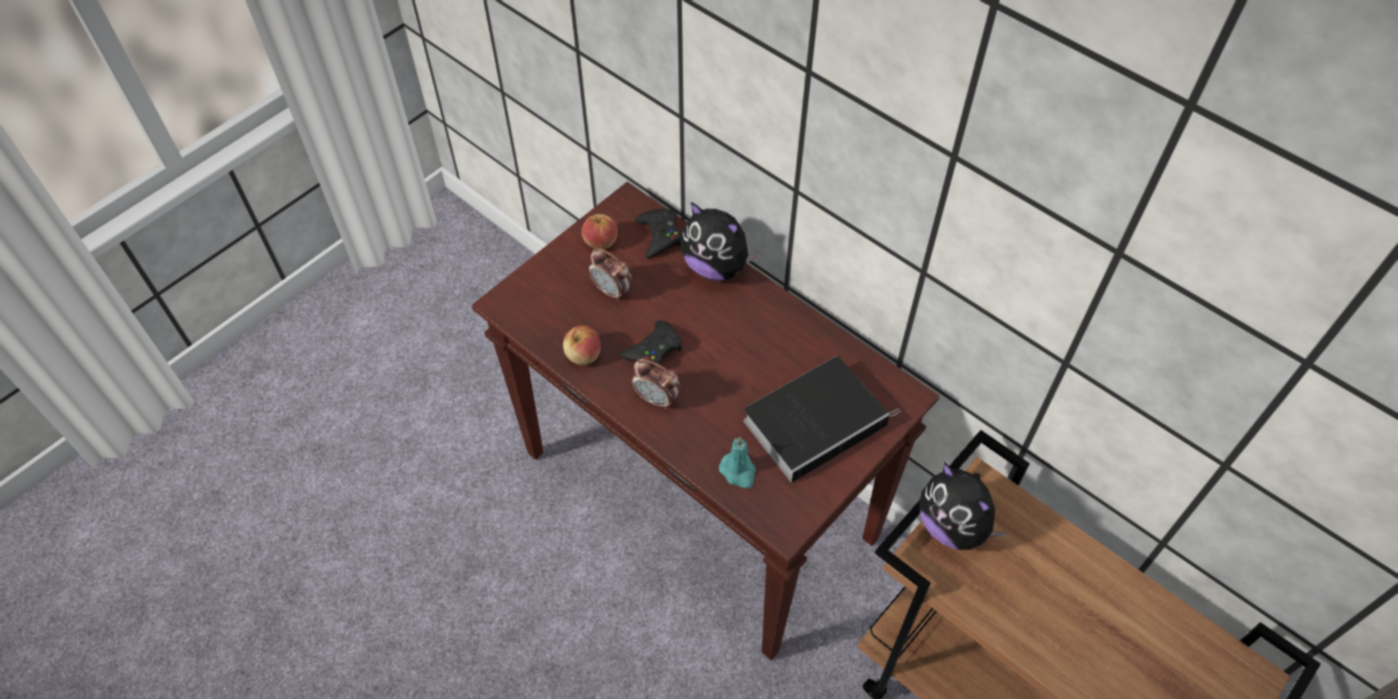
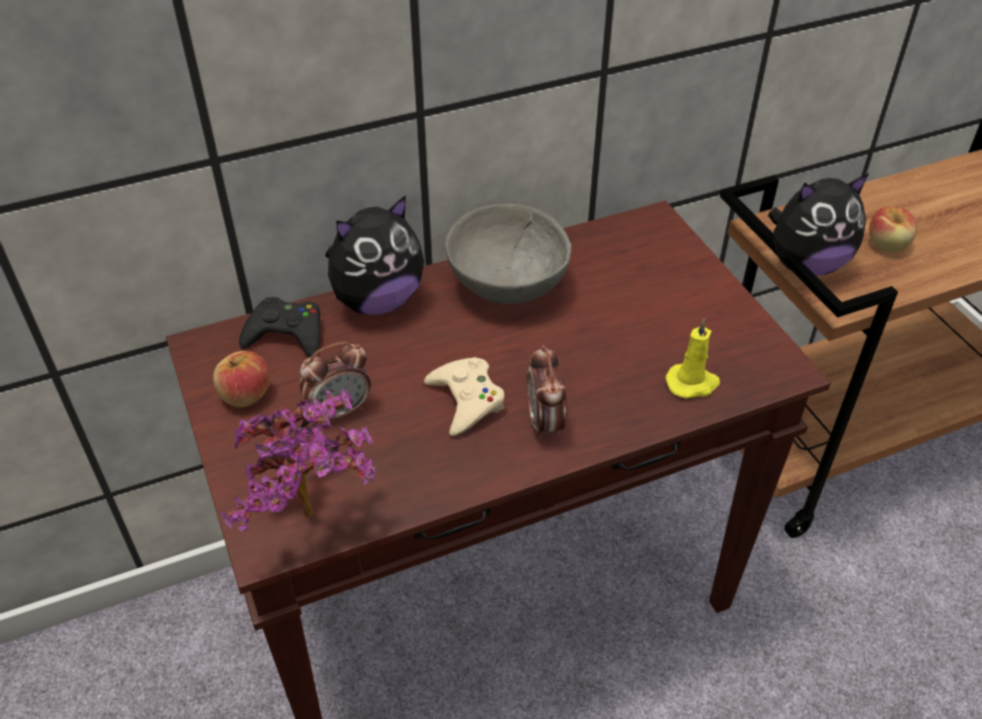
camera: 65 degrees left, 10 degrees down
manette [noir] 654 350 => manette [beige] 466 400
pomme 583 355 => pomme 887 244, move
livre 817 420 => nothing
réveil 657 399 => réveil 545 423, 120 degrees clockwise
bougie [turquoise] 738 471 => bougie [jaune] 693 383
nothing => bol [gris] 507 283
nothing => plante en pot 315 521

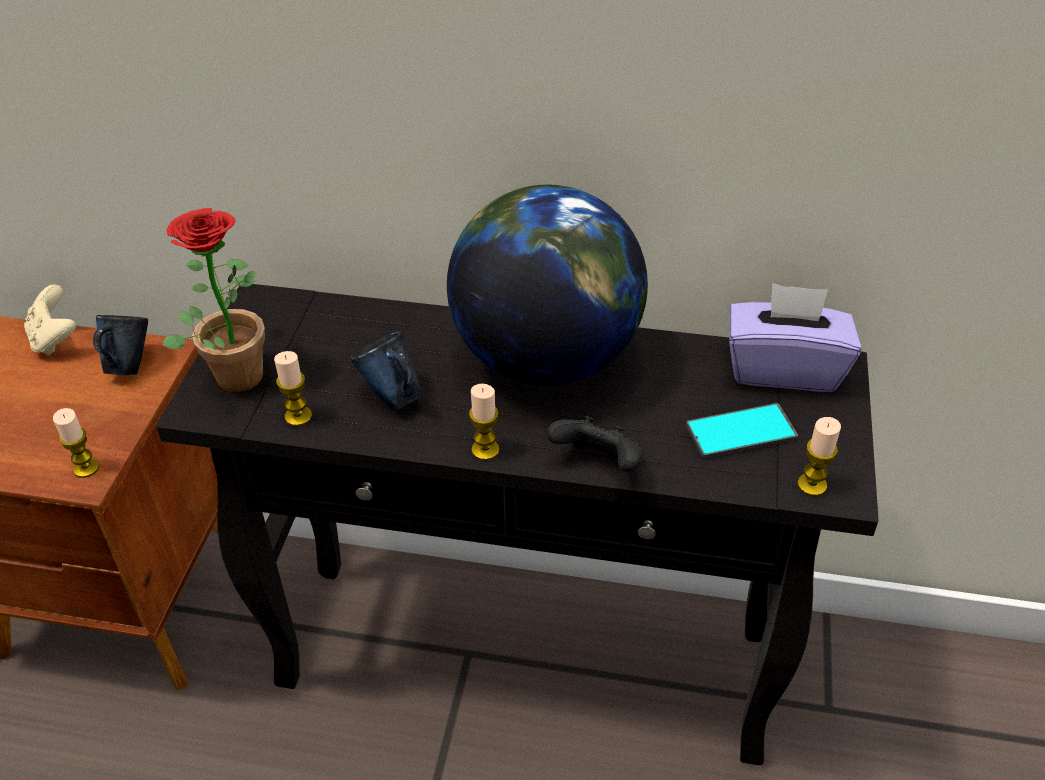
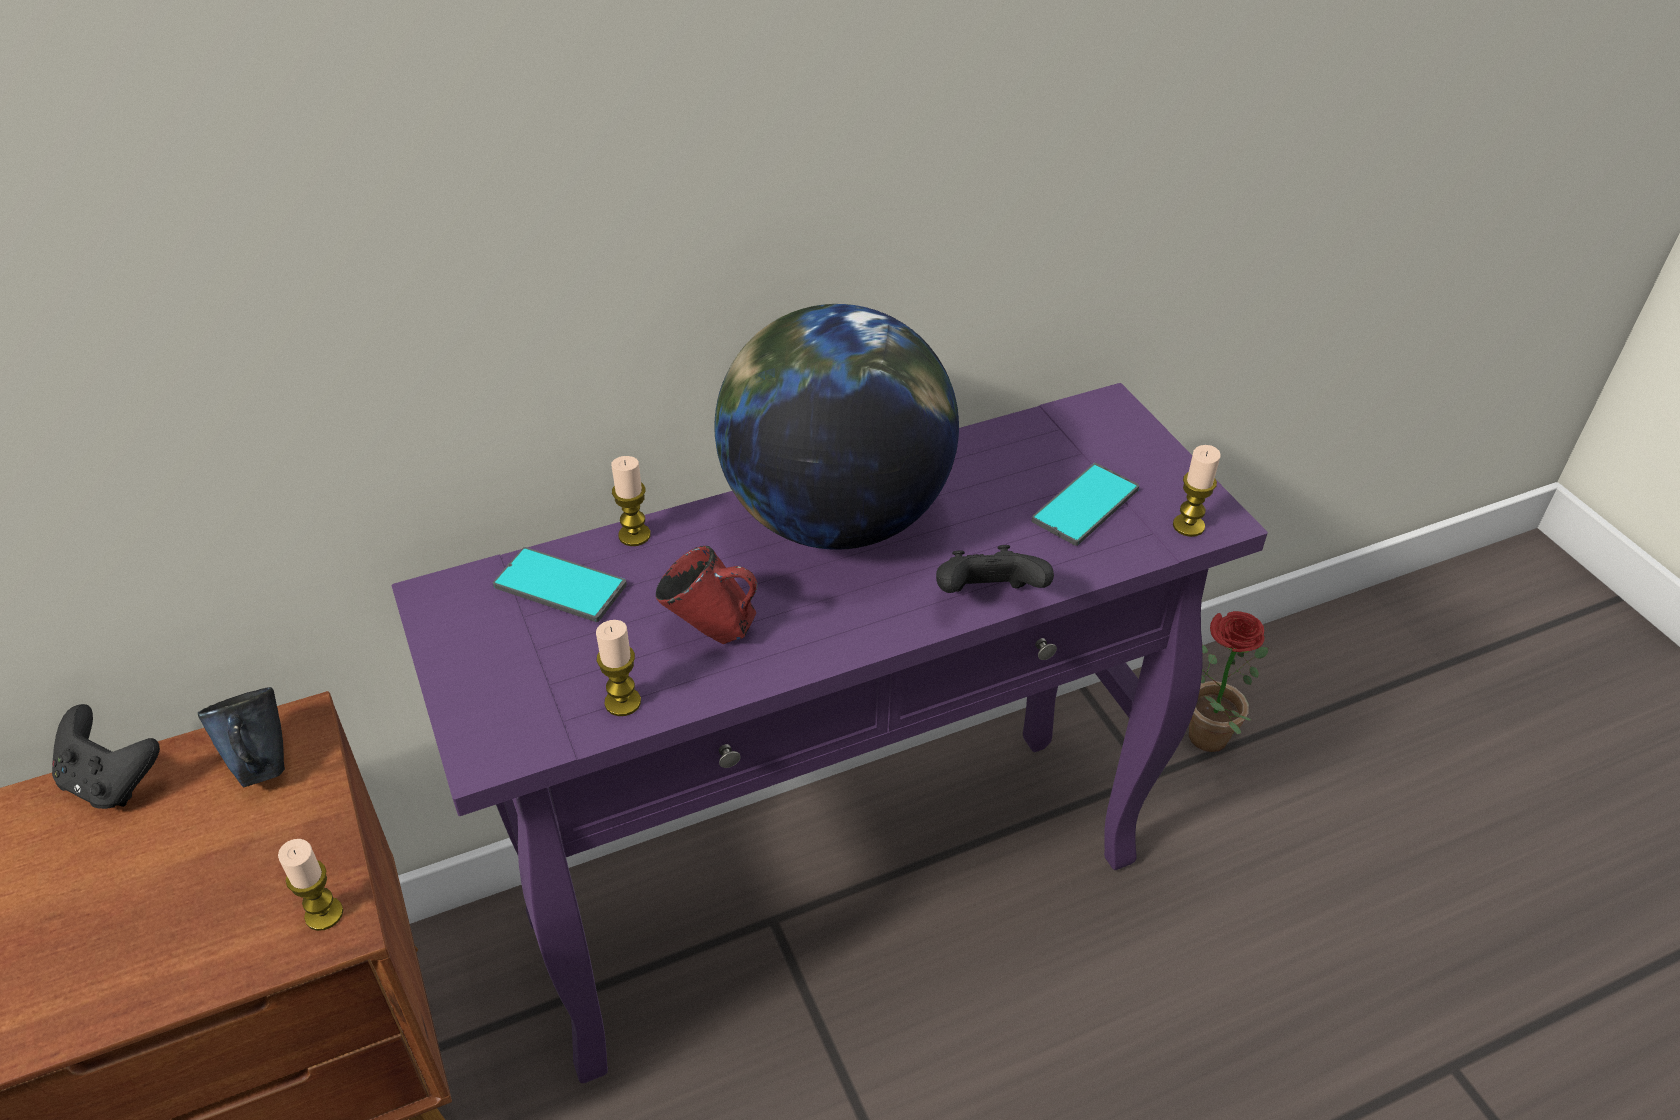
camera: 35 degrees left, 0 degrees up
plante en pot 235 370 => plante en pot 1198 734, move
boîte à mouchoirs [violet] 783 368 => nothing
manette [beige] 55 339 => manette [noir] 113 782
table console [noir] 530 657 => table console [violet] 840 887
mug [bleu] 392 398 => mug [rouge] 711 632
bougie 485 450 => bougie 634 535, move
nothing => téléphone 560 585

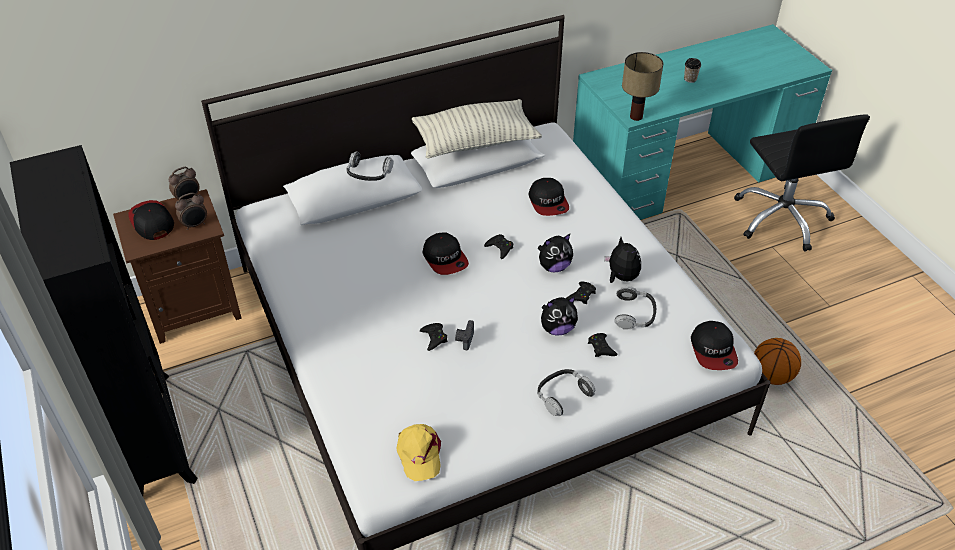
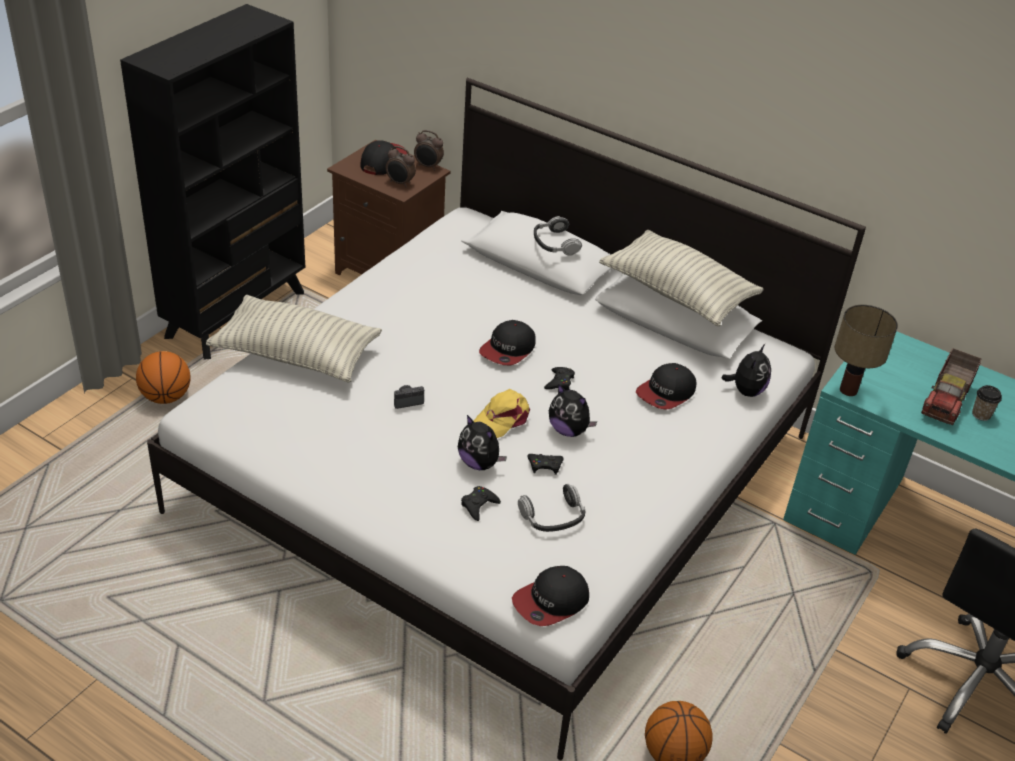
camera: 55 degrees right, 5 degrees down
peluche 621 277 => peluche 746 391, move
manette [noir] 434 338 => nothing
casque audio 563 395 => nothing
casquette [jaune] 419 454 => casquette [jaune] 502 418, move
nothing => coussin 296 355
nothing => camion jouet 947 400
nothing => ballon de basket 166 397

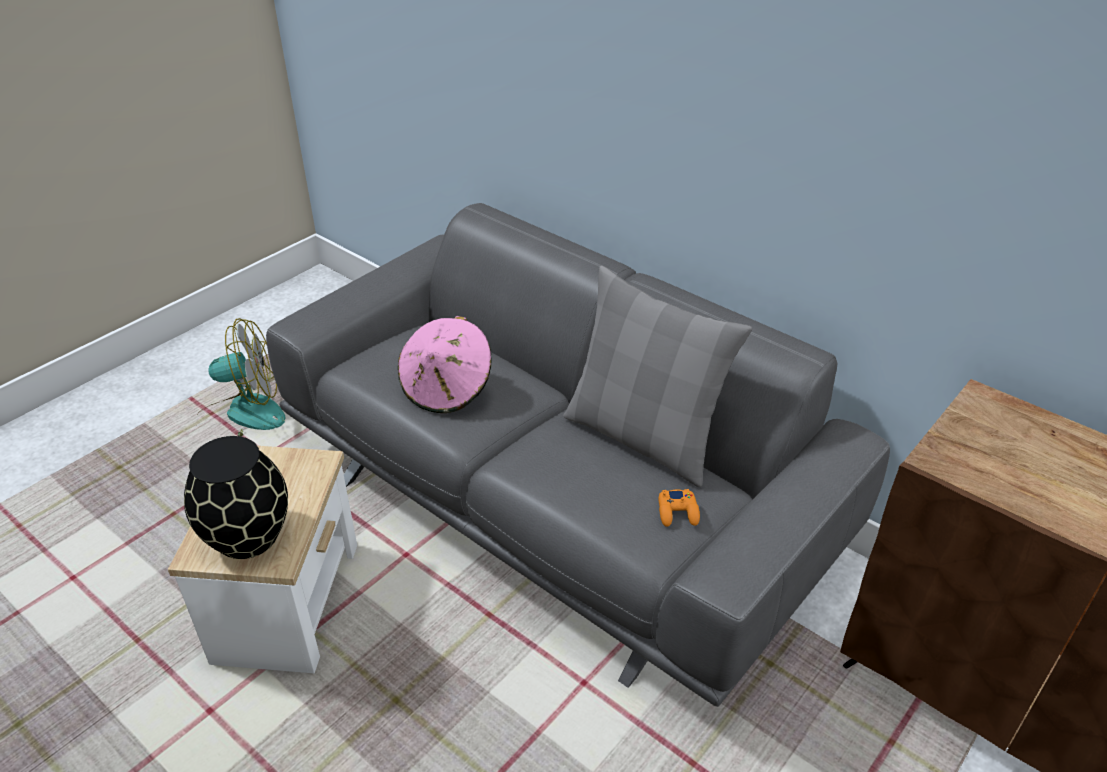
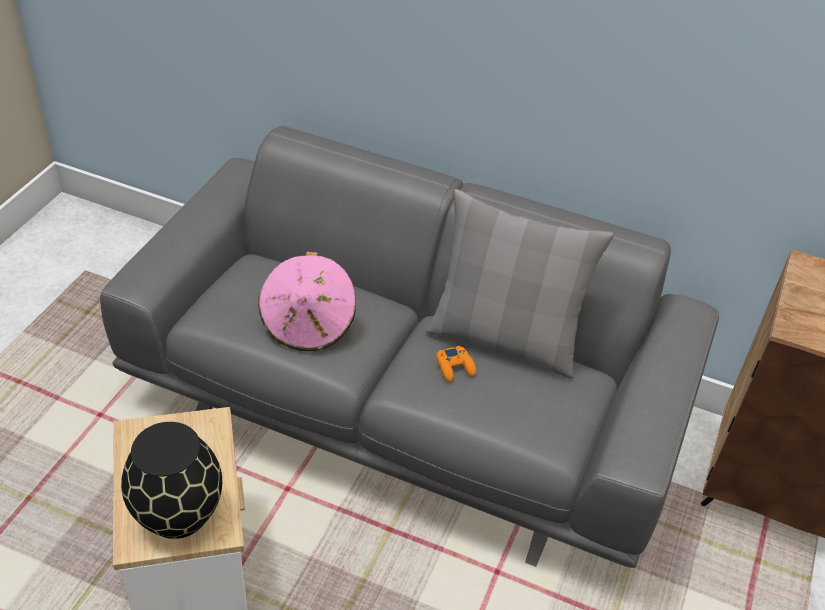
camera: 20 degrees left, 5 degrees up
ventilateur 241 417 => nothing
manette [orange] 678 512 => manette [orange] 455 367, move

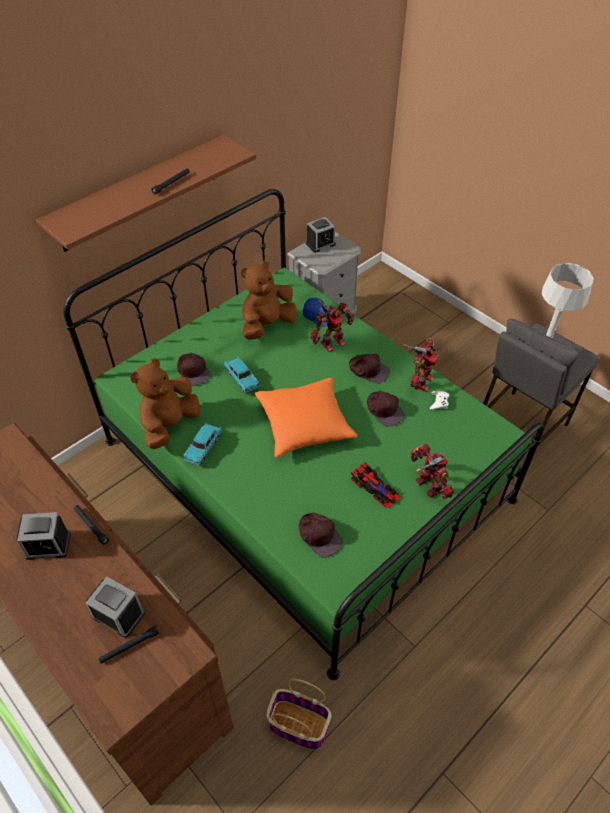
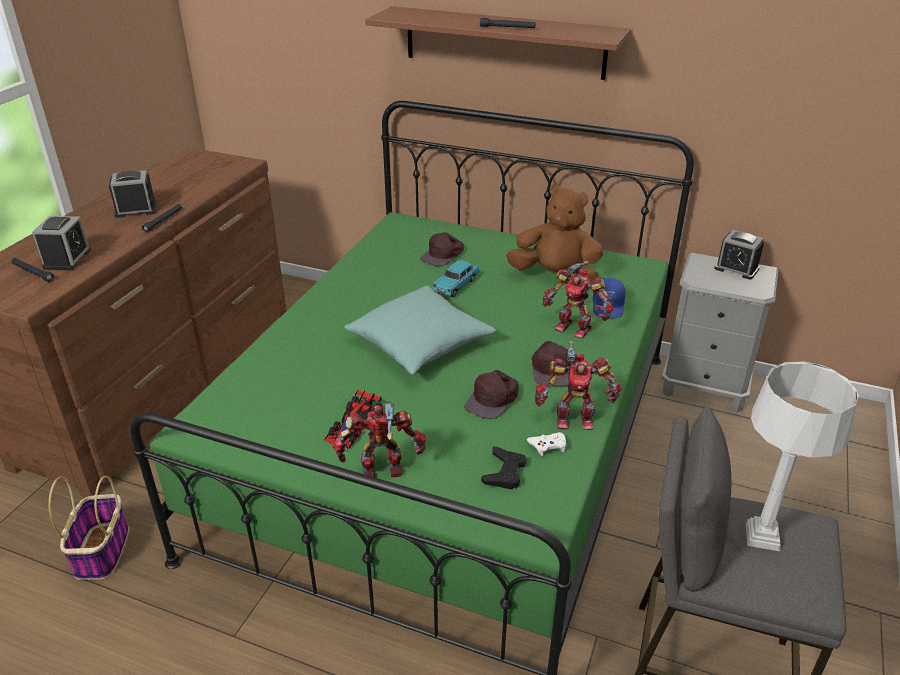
camera: 65 degrees right, 15 degrees down
peluche [marron] 169 425 => nothing
coussin [orange] 304 424 => coussin [turquoise] 420 344
petite voiture [turquoise] 203 448 => nothing
robot jouet 428 487 => robot jouet 382 471, 135 degrees counterclockwise
réveil 48 545 => réveil 136 210, 105 degrees clockwise
casquette [marron] 319 535 => nothing
nothing => manette [noir] 504 472

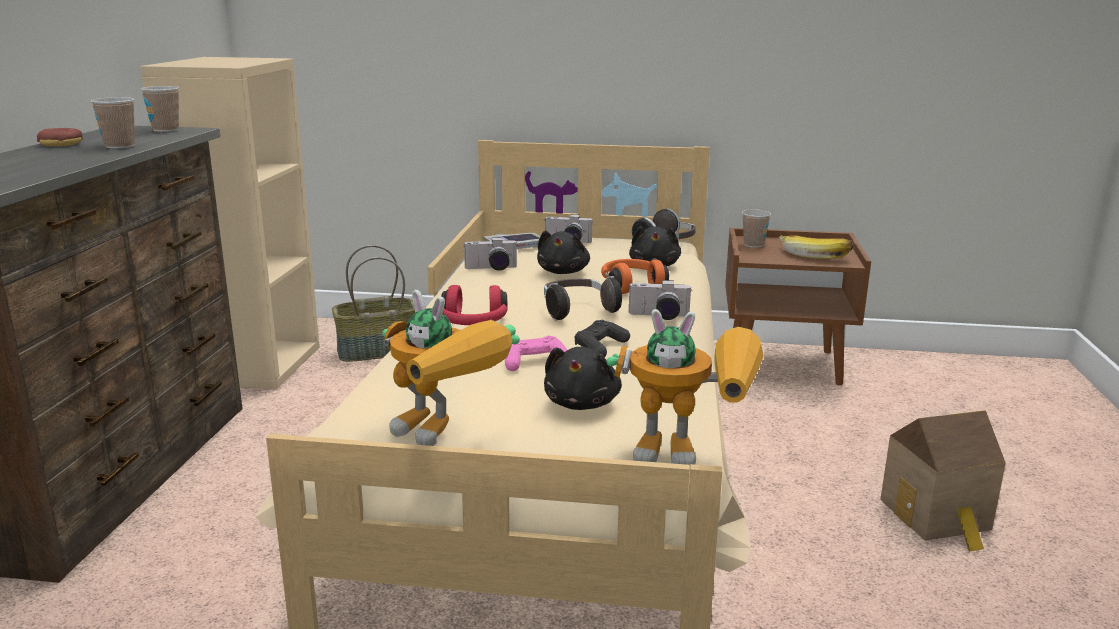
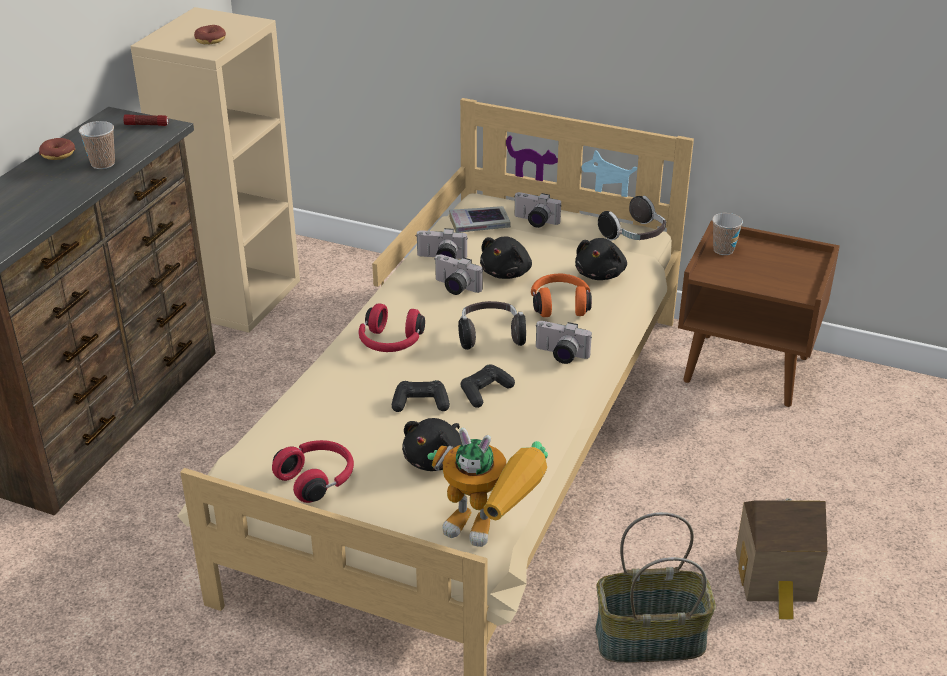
camera: 15 degrees right, 15 degrees up
tasse 165 130 => lampe de poche 146 125
banane 814 255 => nothing
panier 376 351 => panier 649 640, move
robot jouet 447 436 => casque audio [rouge] 317 479
manette [rose] 535 362 => manette [noir] 420 403
nothing => beignet 210 40
nothing => appareil photo 454 288

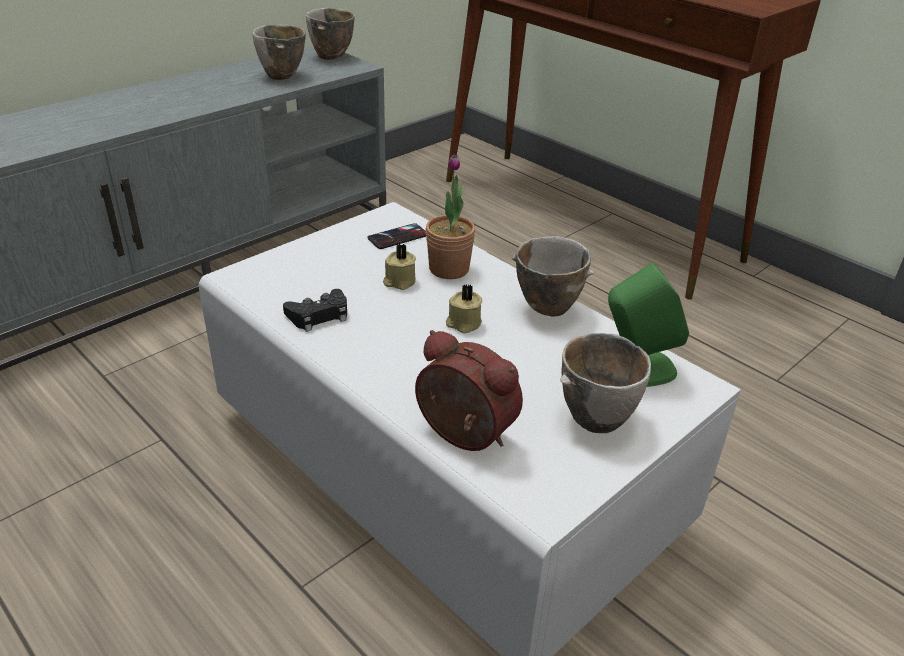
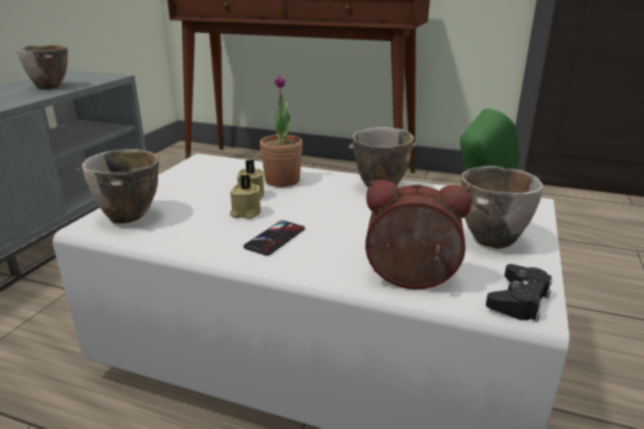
camera: 25 degrees left, 10 degrees down
bol 331 58 => bol 129 218, move
téléphone 398 237 => téléphone 275 238, move
bougie [beige] 463 323 => bougie [beige] 245 213, move
manette [noir] 319 316 => manette [noir] 519 300, move

